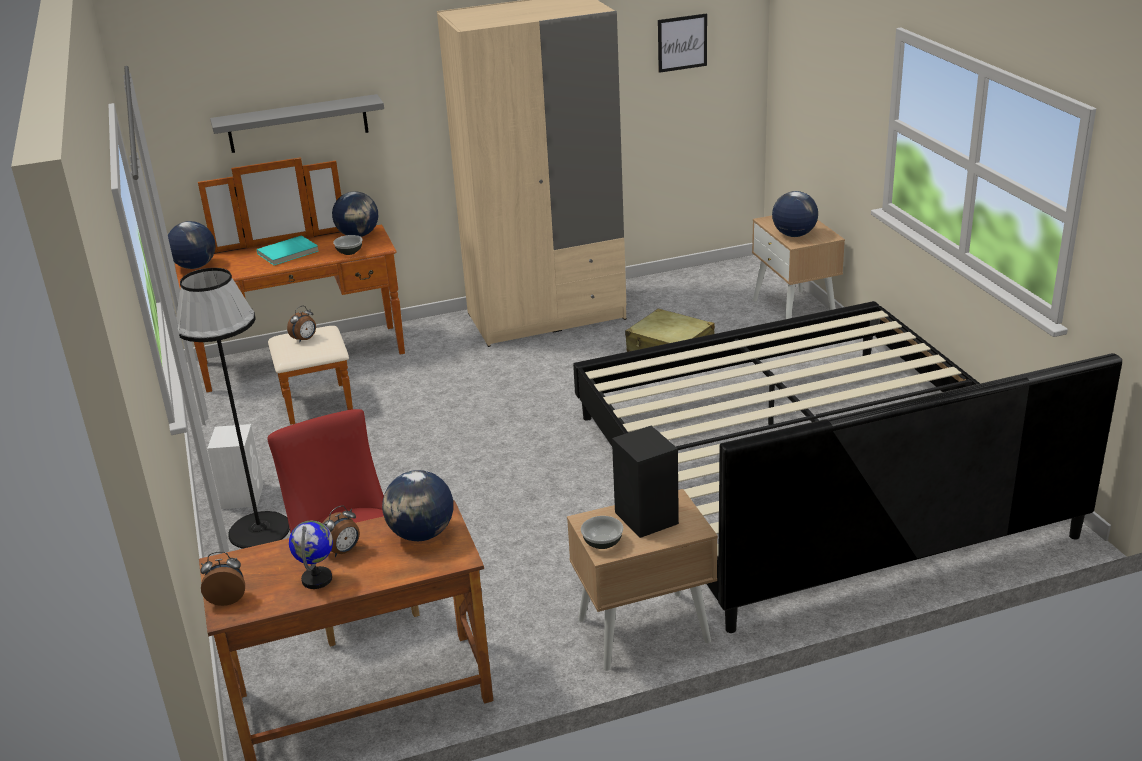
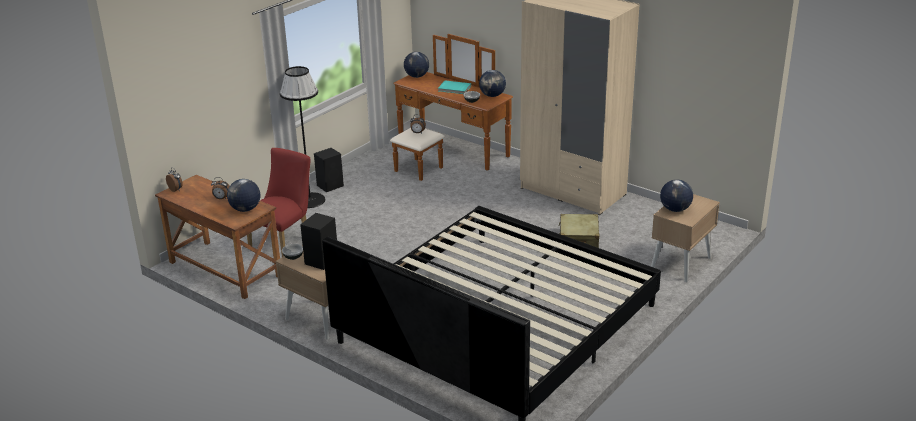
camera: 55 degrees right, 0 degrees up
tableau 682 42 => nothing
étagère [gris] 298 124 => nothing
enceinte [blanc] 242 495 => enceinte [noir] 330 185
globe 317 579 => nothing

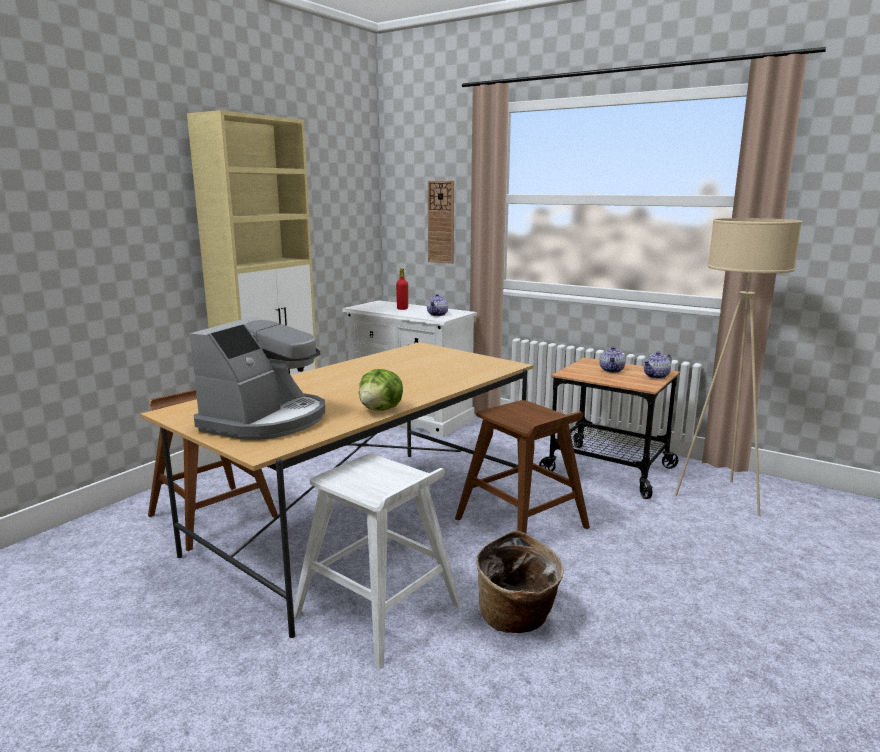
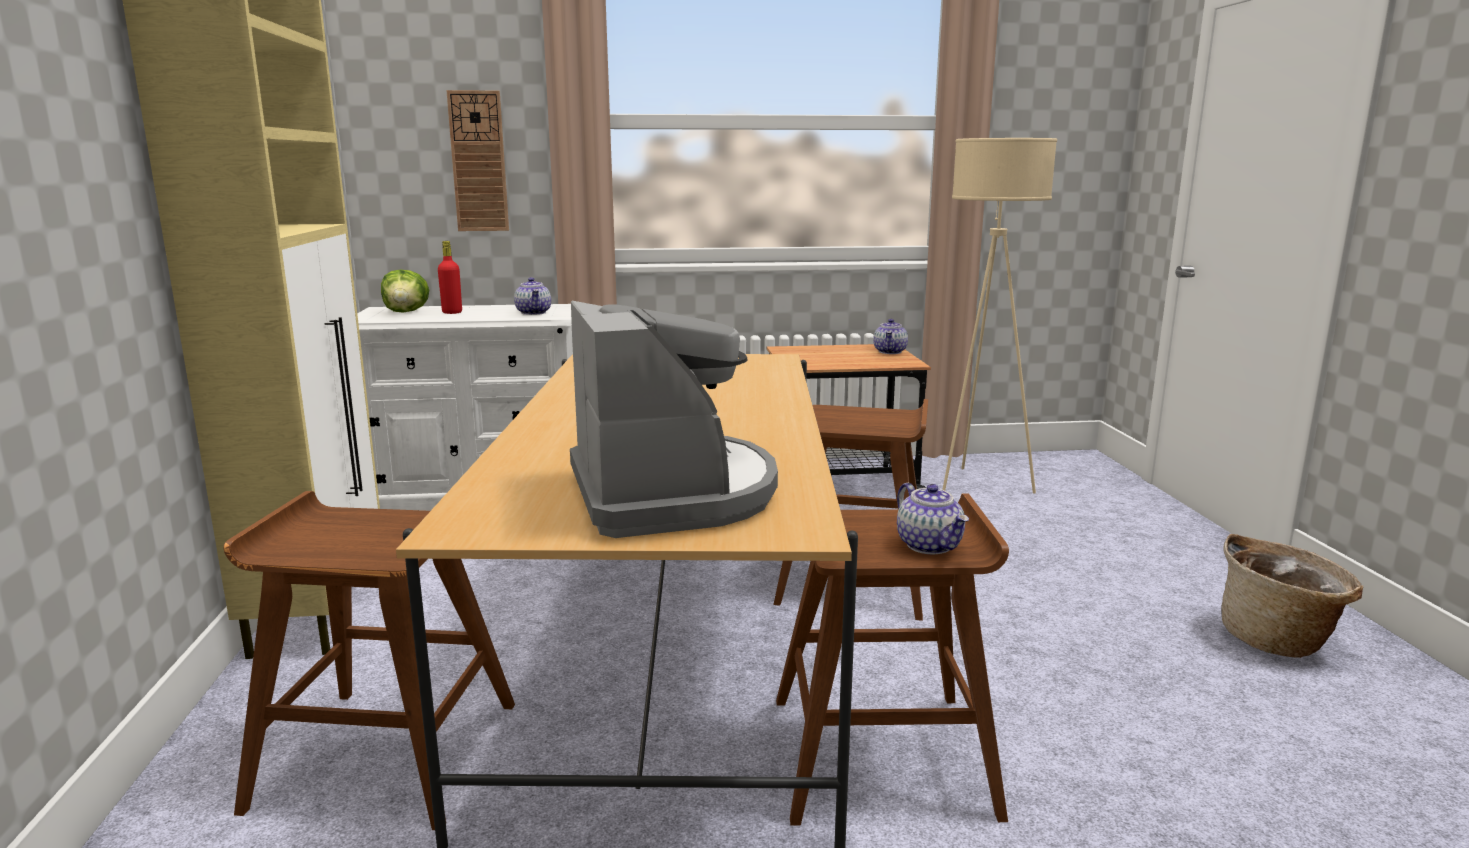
camera: 40 degrees left, 0 degrees up
théière 612 370 => théière 930 545, move
laitue 381 409 => laitue 406 312, move
tabouret [blanc] 379 610 => tabouret [marron] 884 755
panier 517 619 => panier 1277 640, move

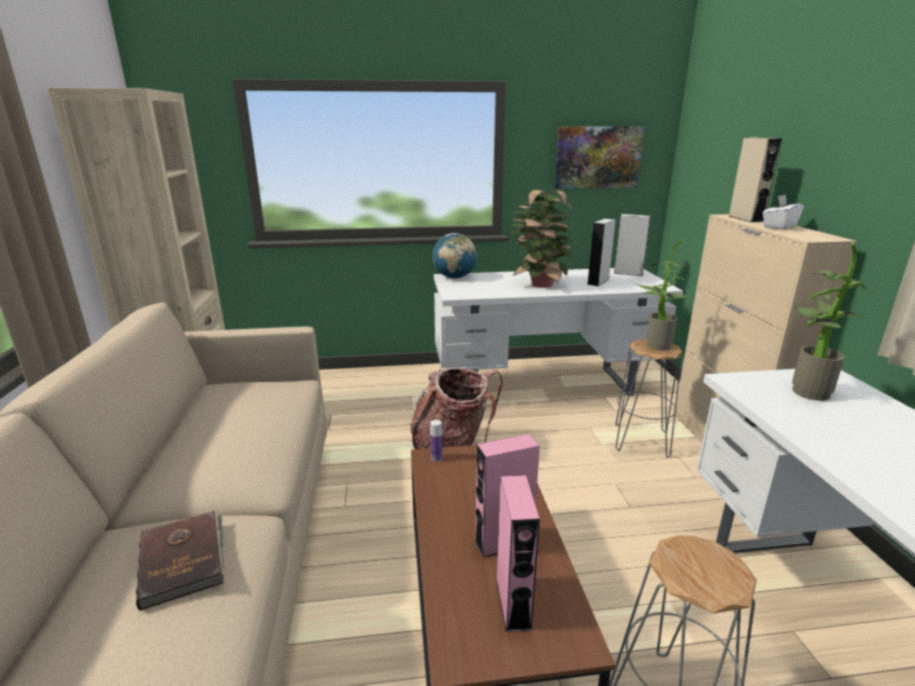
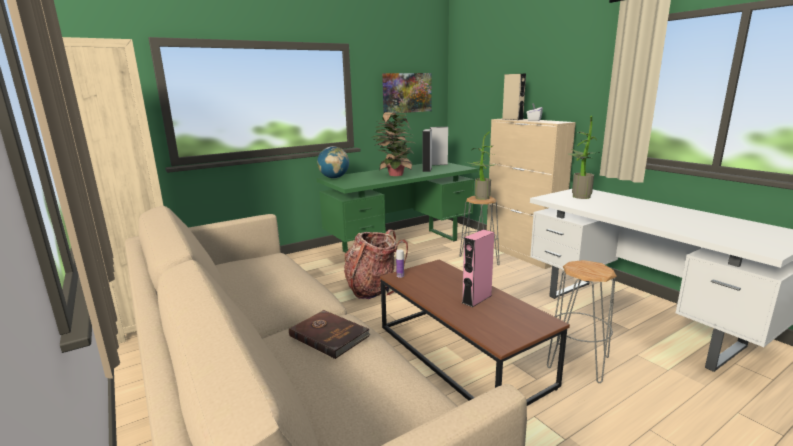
camera: 25 degrees left, 5 degrees down
bureau [blanc] 544 385 => bureau [vert] 401 245
enceinte [rose] 513 603 => nothing

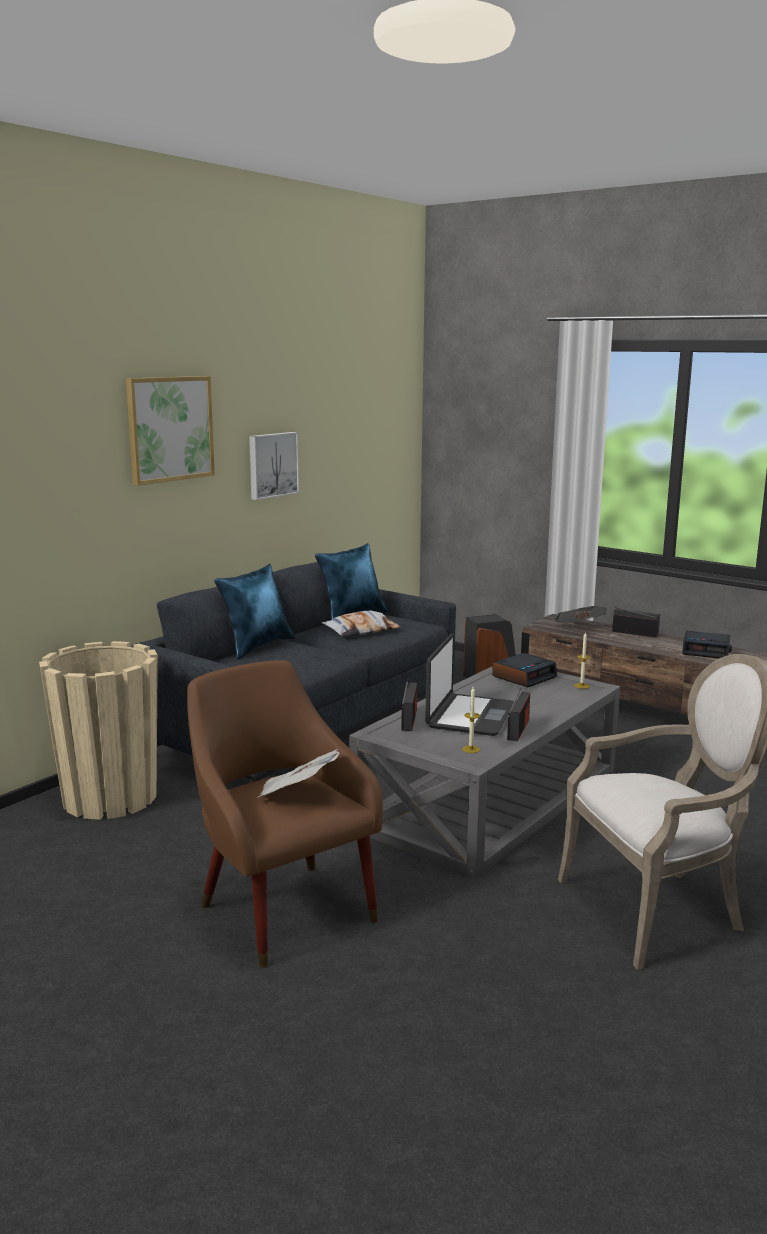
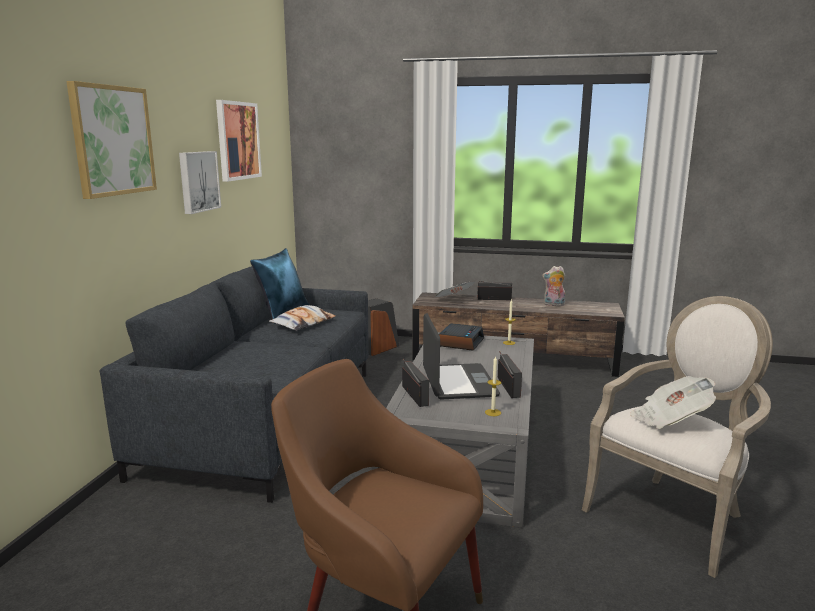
camera: 25 degrees left, 0 degrees up
coussin [bleu] 256 646 => nothing
réveil 706 651 => peluche 553 305
cache-pot [beige] 109 798 => nothing
journal 297 794 => journal 669 420, move
nothing => tableau 238 140

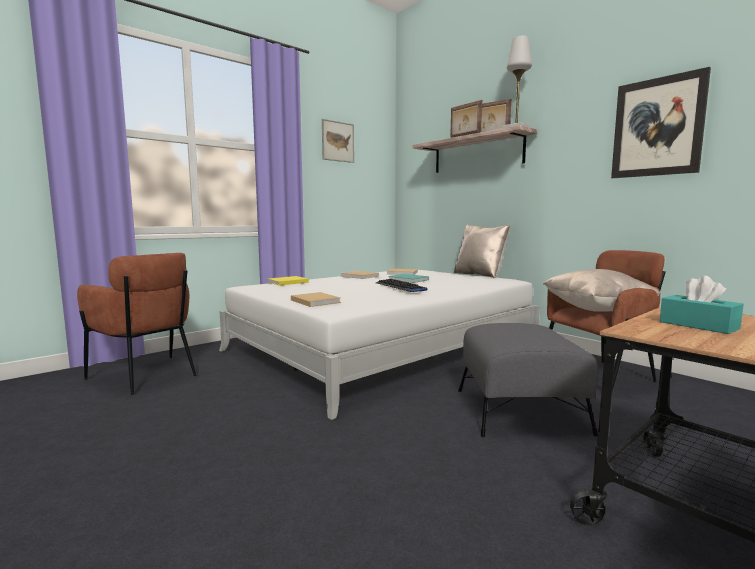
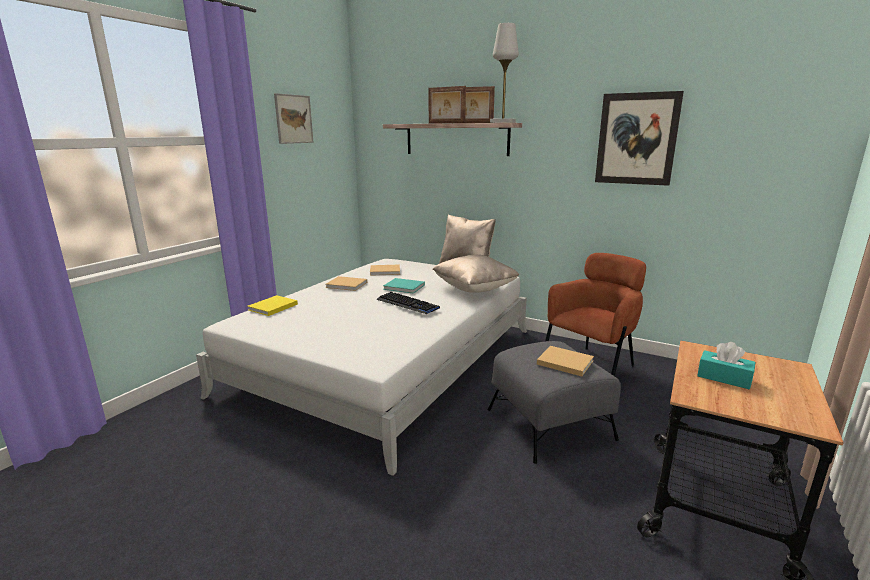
camera: 20 degrees left, 10 degrees up
fauteuil [marron] 147 375 => nothing
coussin [beige] 596 309 => coussin [beige] 474 289, move
livre [beige] 314 301 => livre [beige] 563 362, move

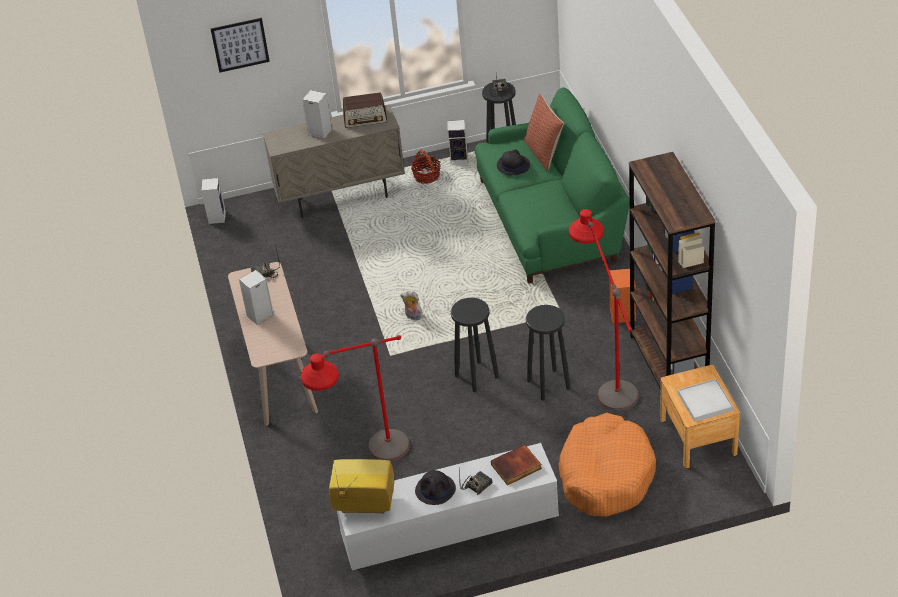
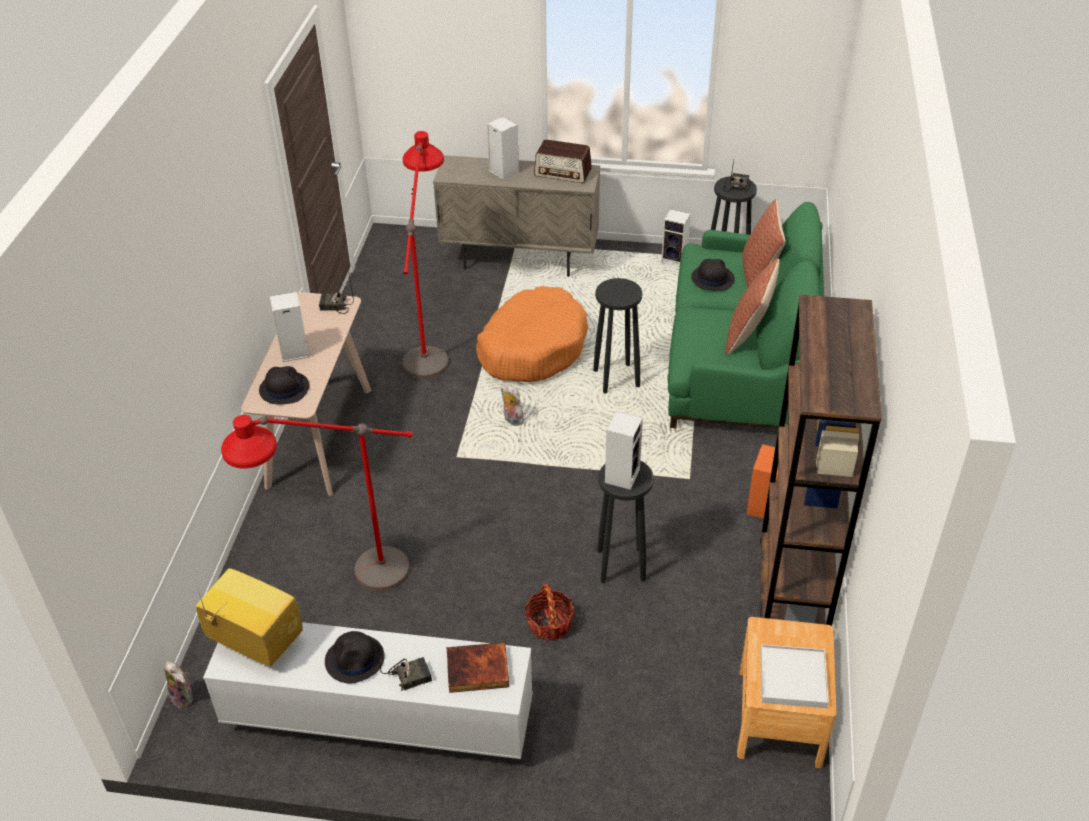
camera: 20 degrees right, 0 degrees up
tableau 240 44 => nothing
panier 426 176 => panier 549 623, move
enceinte 216 217 => enceinte 622 475, move
lampadaire [rouge] 606 377 => lampadaire [rouge] 430 342, move
tabouret [noir] 476 376 => tabouret [noir] 615 378, move
panier pour chien [orange] 606 475 => panier pour chien [orange] 532 347, move
nothing => coussin 748 334
nothing => chapeau [noir] 284 388
nothing => peluche 184 697

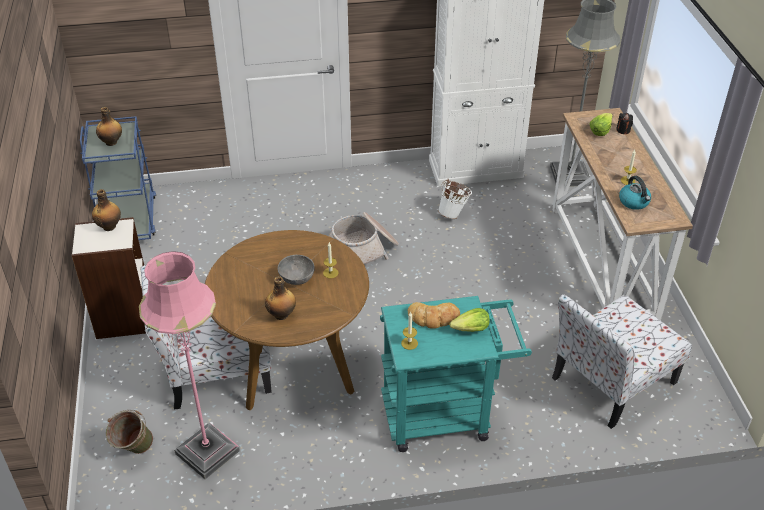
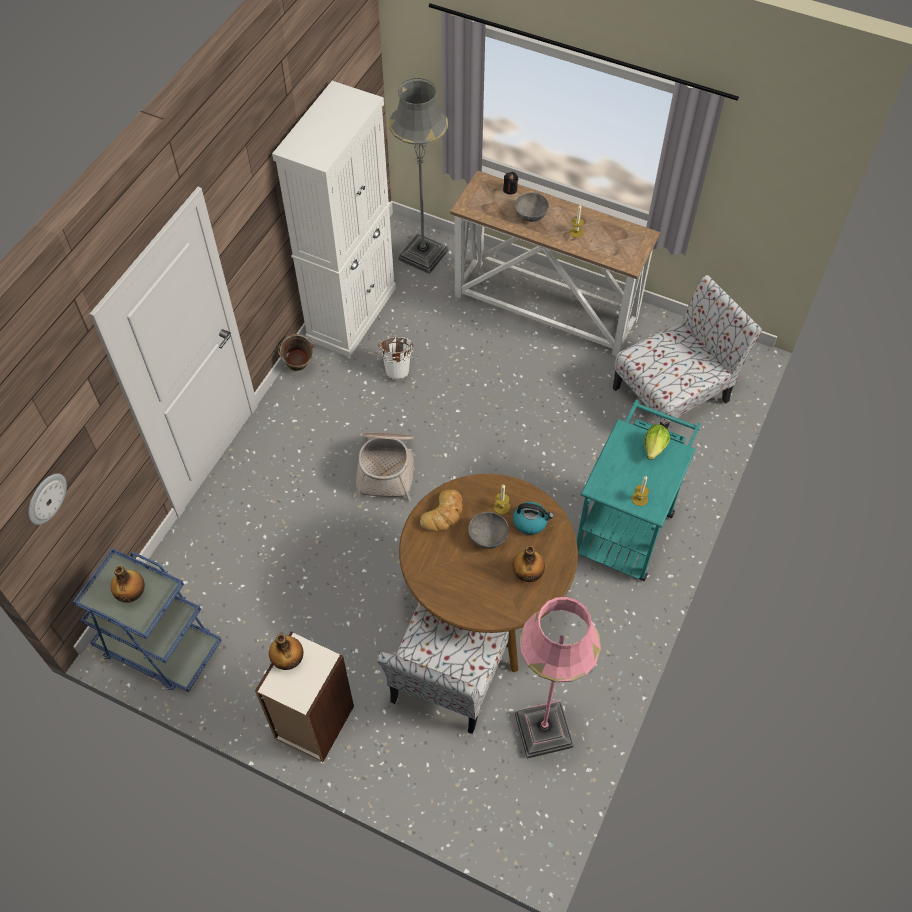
camera: 55 degrees left, 15 degrees up
laitue 600 130 => nothing
bouilloire 634 202 => bouilloire 530 522, move
chaise 611 381 => chaise 673 393, 120 degrees counterclockwise
pain 433 318 => pain 444 514, move
seau [vert] 133 450 => seau [vert] 299 369, move
nothing => bol [gris] 531 214
nothing => horloge murale 46 498

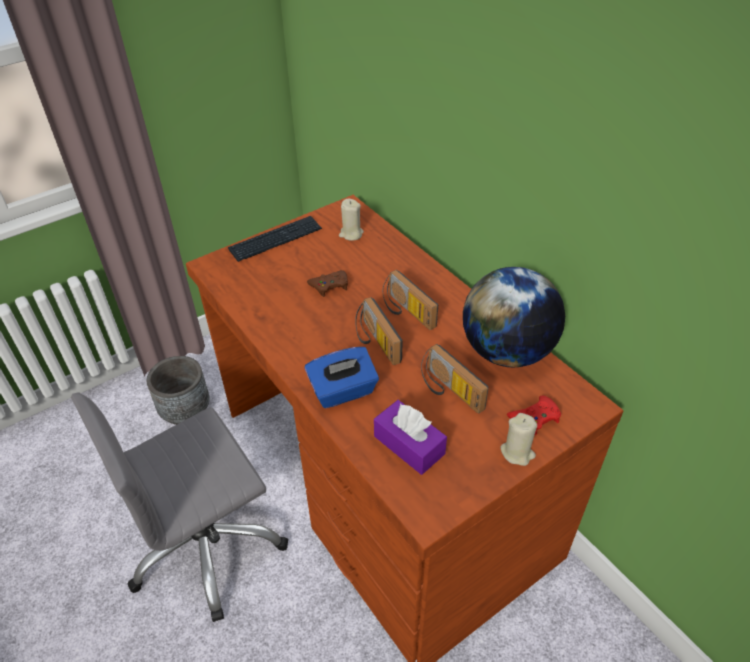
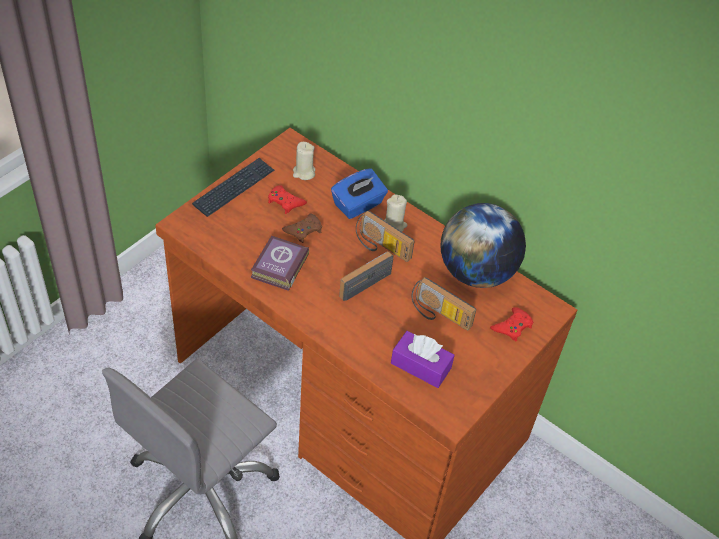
camera: 20 degrees left, 5 degrees up
radio 374 342 => radio 363 280, 90 degrees clockwise
boîte à mouchoirs [bleu] 343 391 => boîte à mouchoirs [bleu] 358 205, move
cache-pot [gris] 186 411 => nothing
bougie [beige] 517 452 => bougie [beige] 394 225, move
nothing => manette [rouge] 285 202
nothing => livre 278 267

